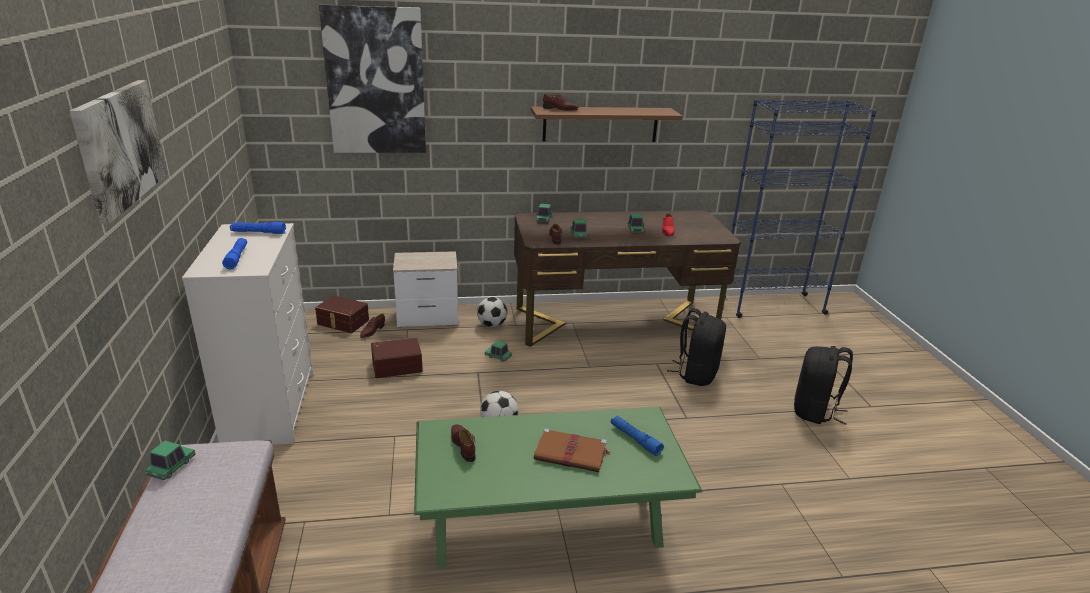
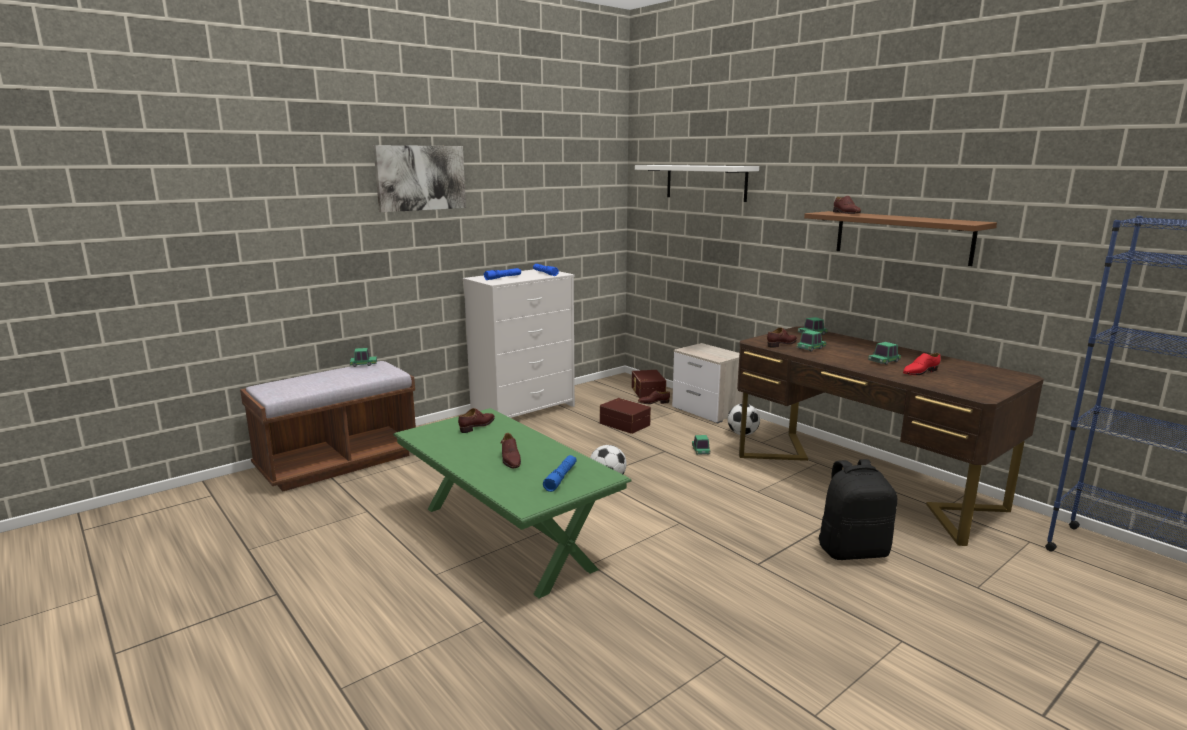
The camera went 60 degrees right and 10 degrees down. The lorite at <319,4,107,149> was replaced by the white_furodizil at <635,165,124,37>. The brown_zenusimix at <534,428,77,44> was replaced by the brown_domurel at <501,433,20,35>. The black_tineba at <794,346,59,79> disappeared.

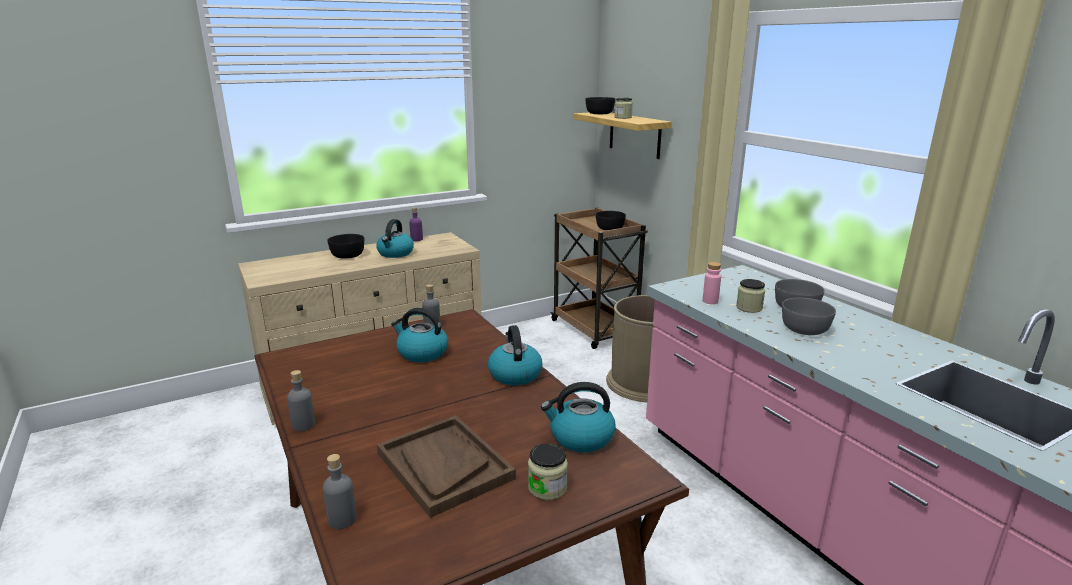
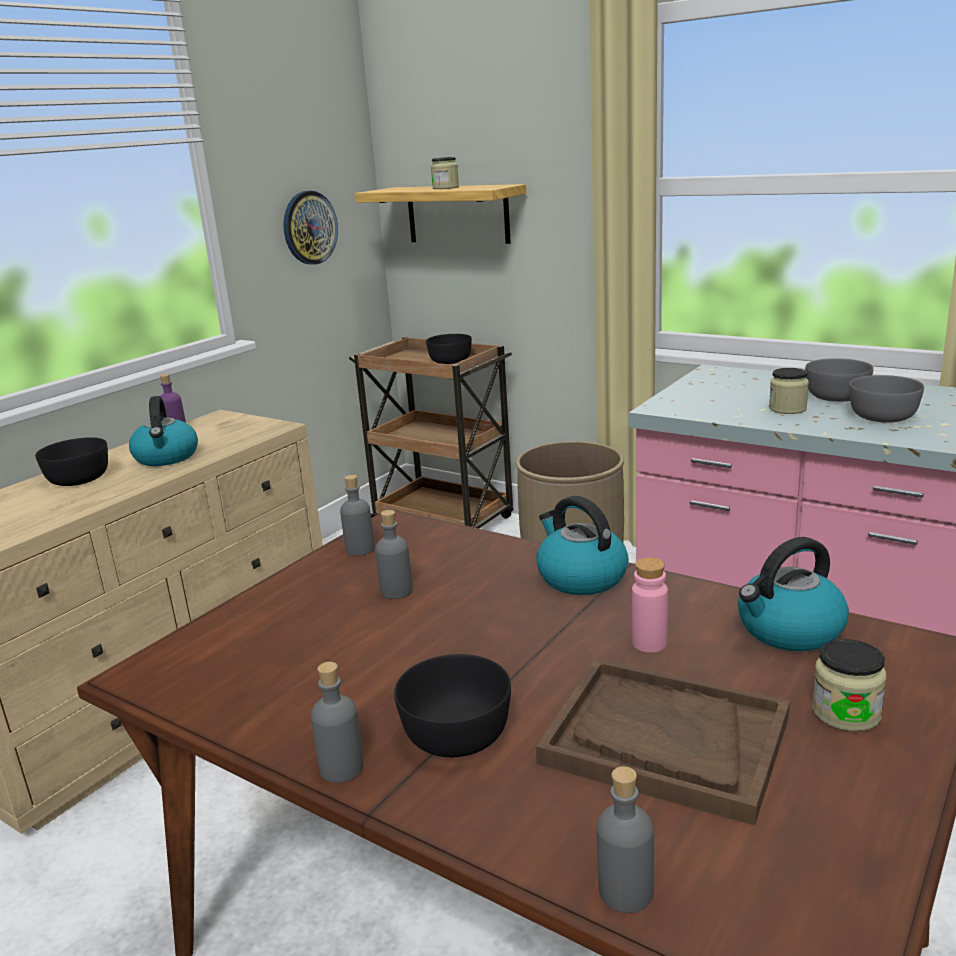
The camera went 25 degrees left and 0 degrees up. The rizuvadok at <391,308,57,54> was replaced by the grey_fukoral at <375,510,38,89>. The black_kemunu moved from <585,97,30,17> to <394,654,117,103>. The pink_fukoral moved from <703,262,18,42> to <632,557,36,96>. The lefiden at <283,191,55,74> appeared.

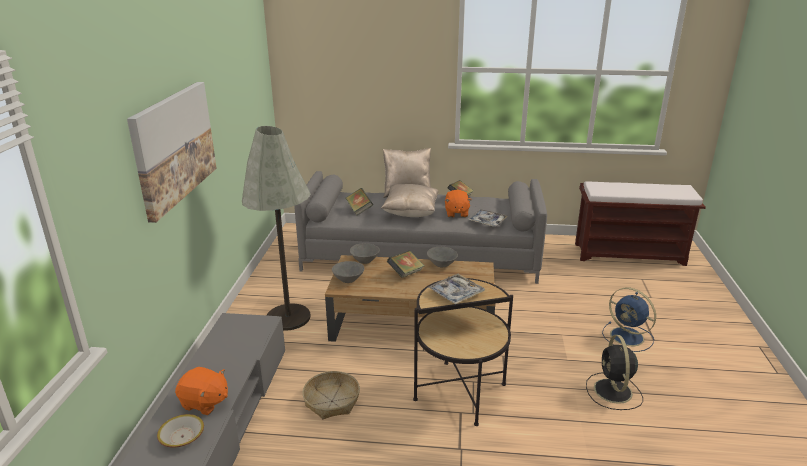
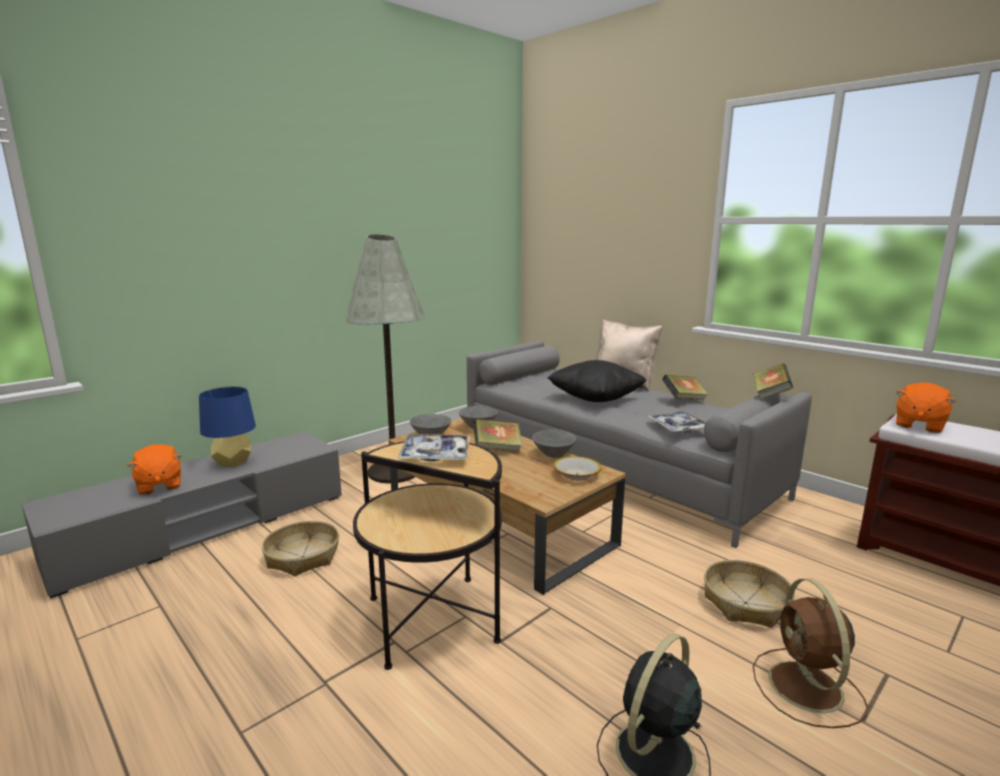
The camera went 40 degrees right and 10 degrees down. The lorite at <127,82,90,141> disappeared. The kemunu moved from <157,414,47,34> to <553,456,49,24>. The zenusimix moved from <346,188,27,28> to <753,364,40,35>. The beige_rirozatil at <381,184,58,33> became the black_rirozatil at <547,360,99,42>. The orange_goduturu moved from <445,190,27,27> to <896,383,60,50>. The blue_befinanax at <602,287,54,65> became the brown_befinanax at <753,579,115,149>. The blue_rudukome at <199,386,57,81> appeared. The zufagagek at <704,560,91,68> appeared.

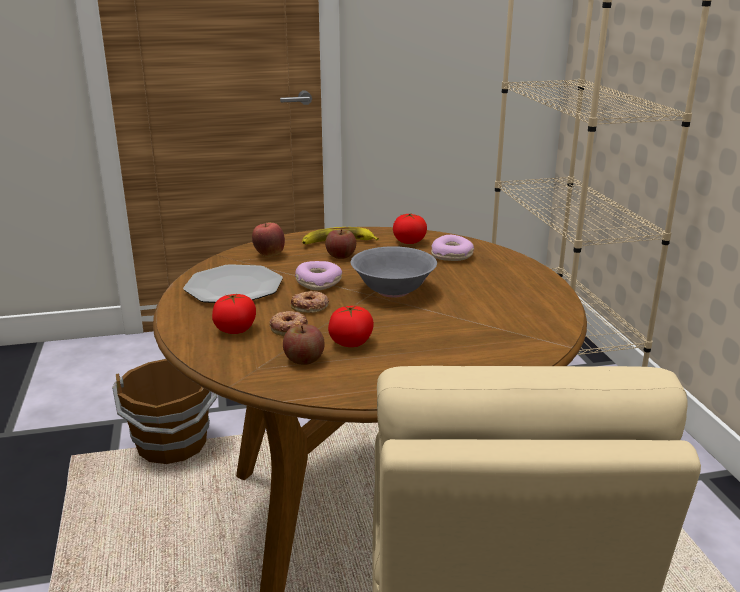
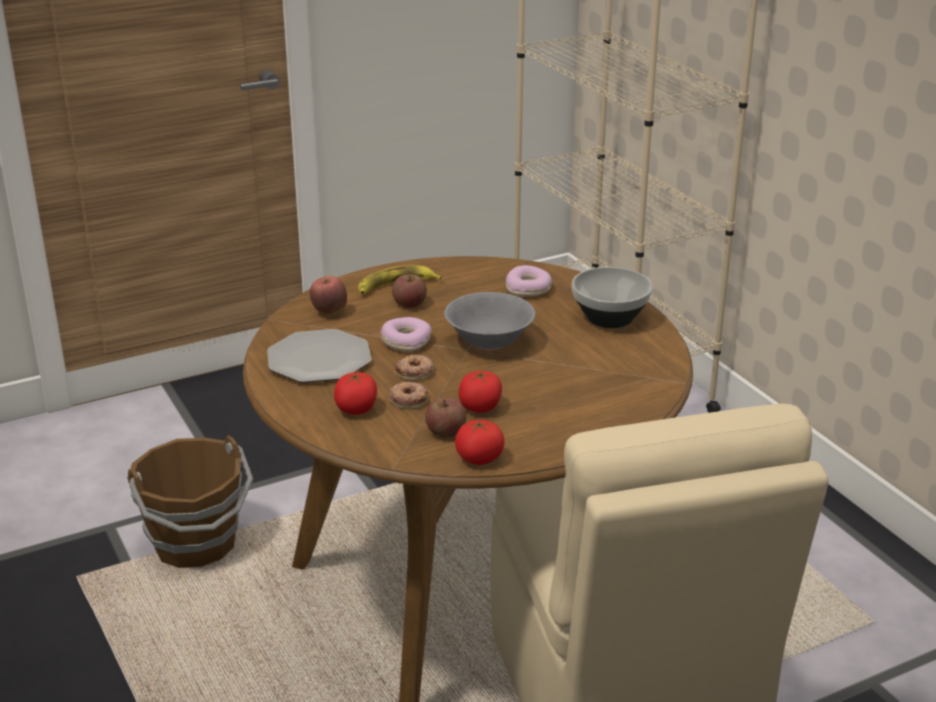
The camera went 15 degrees left and 5 degrees up. The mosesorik moved from <393,213,34,31> to <455,419,49,46>. The kemunu at <572,267,80,61> appeared.

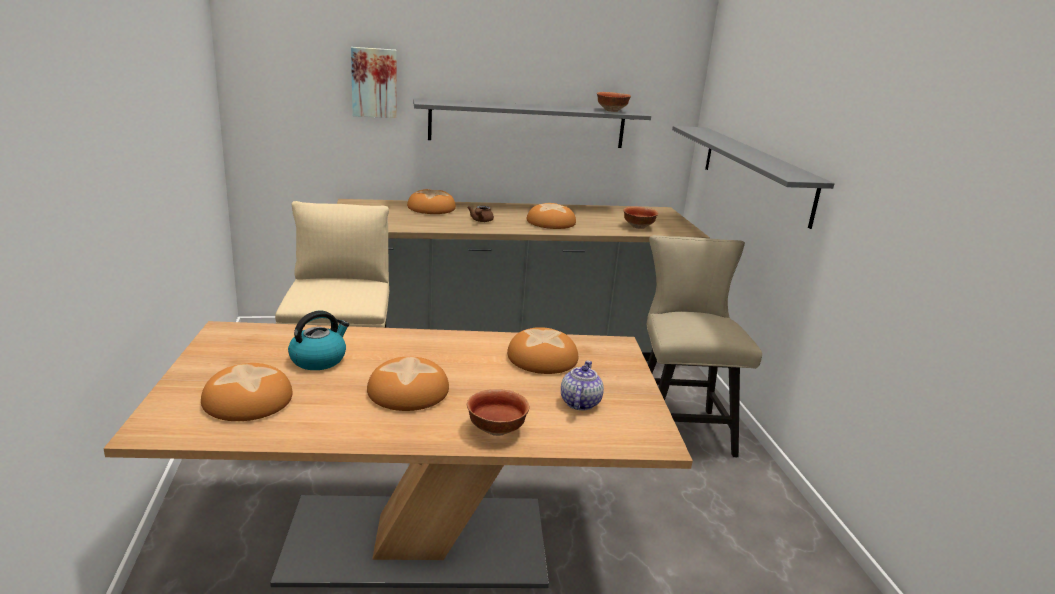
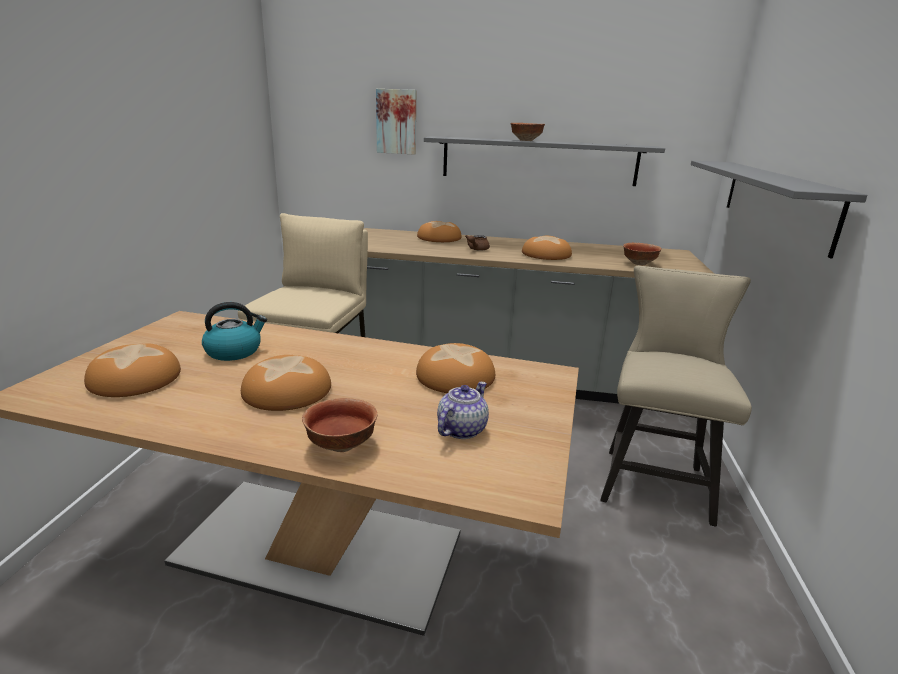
The camera went 20 degrees right and 0 degrees up. The kemunu moved from <597,92,34,20> to <511,123,34,18>.

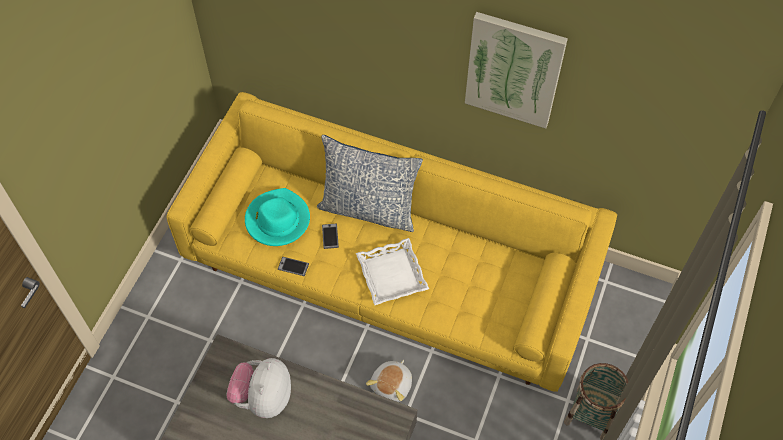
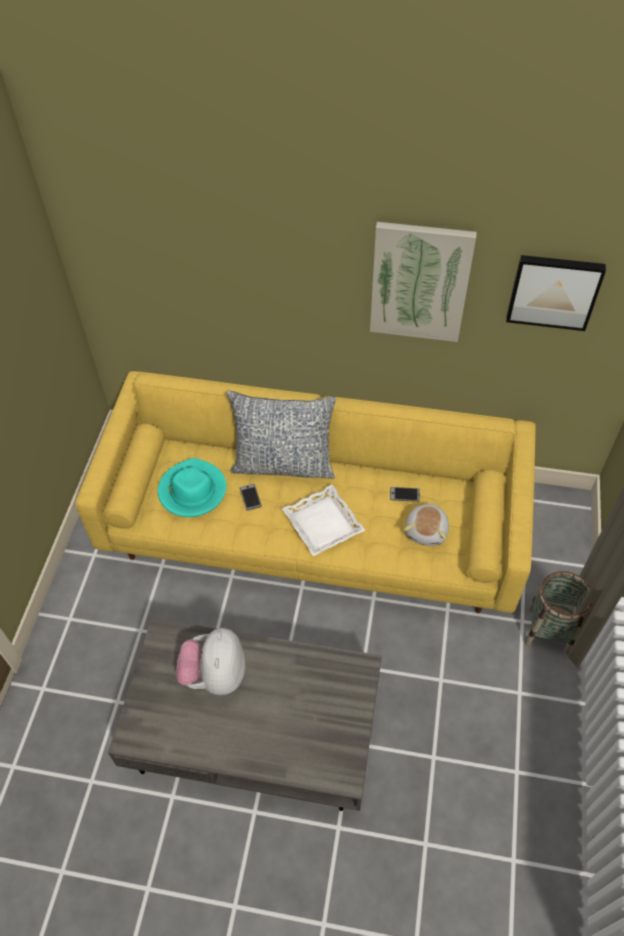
The camera went 10 degrees left and 5 degrees down. The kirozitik moved from <278,257,31,19> to <390,487,30,15>. The goduturu moved from <366,360,46,42> to <404,503,45,43>. The lorite at <506,255,100,76> appeared.

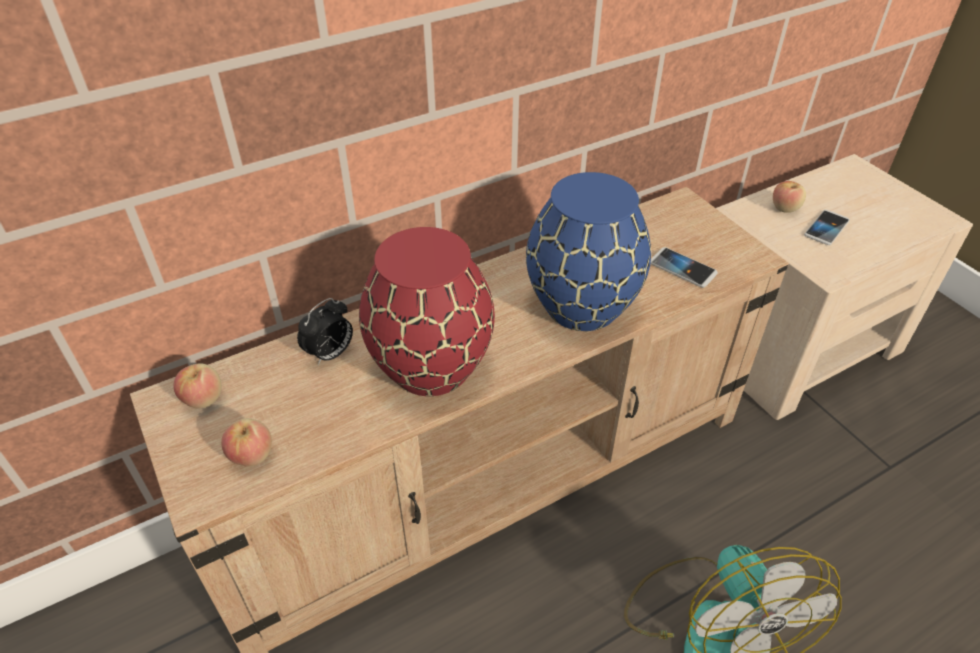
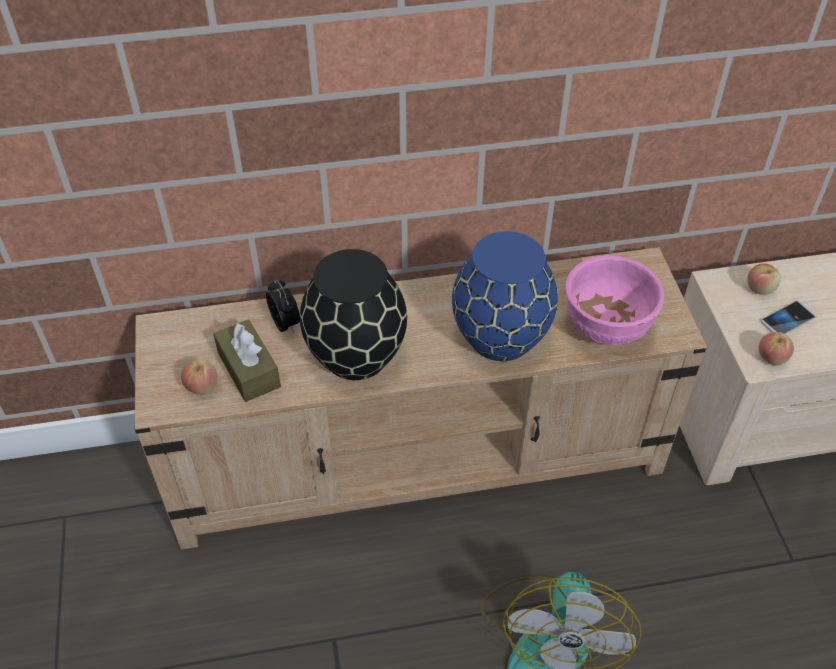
The camera went 20 degrees right and 5 degrees up. The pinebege moved from <174,363,48,46> to <759,332,35,34>. The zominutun at <297,298,56,67> turned 90 degrees counterclockwise. The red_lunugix at <359,227,136,169> became the black_lunugix at <300,249,107,131>. The kirozitik at <650,247,68,41> was replaced by the pink_kemunu at <565,255,99,90>. The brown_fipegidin at <213,320,68,82> appeared.

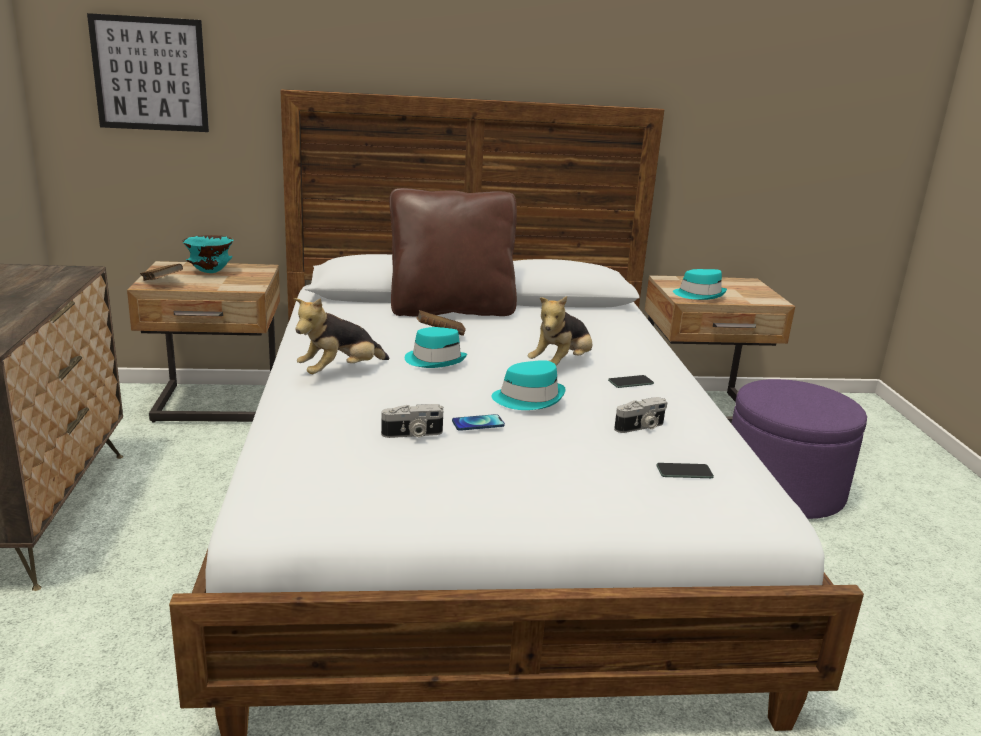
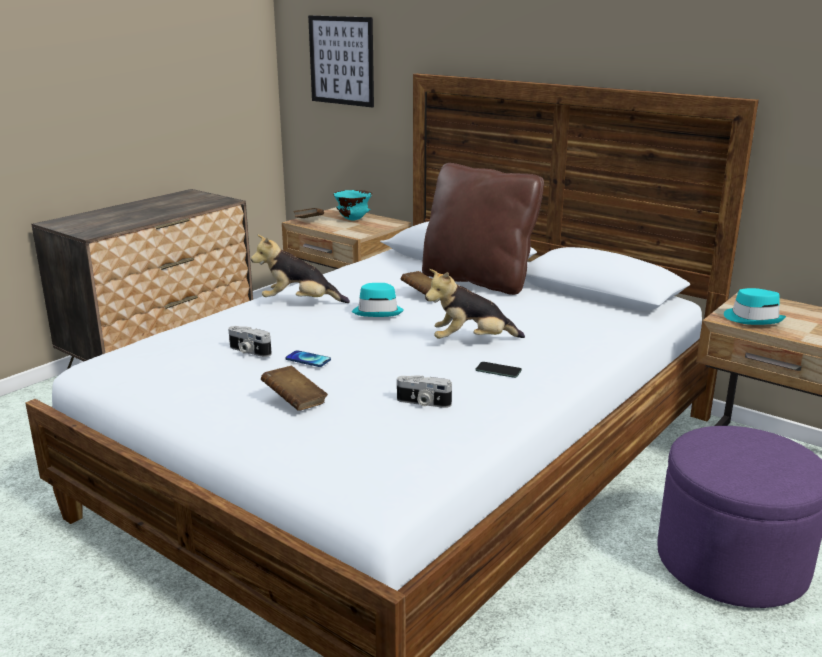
The camera went 45 degrees right and 0 degrees up. The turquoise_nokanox at <491,360,75,50> disappeared. The kirozitik at <656,463,58,15> disappeared. The brown_zenusimix at <261,366,67,45> appeared.

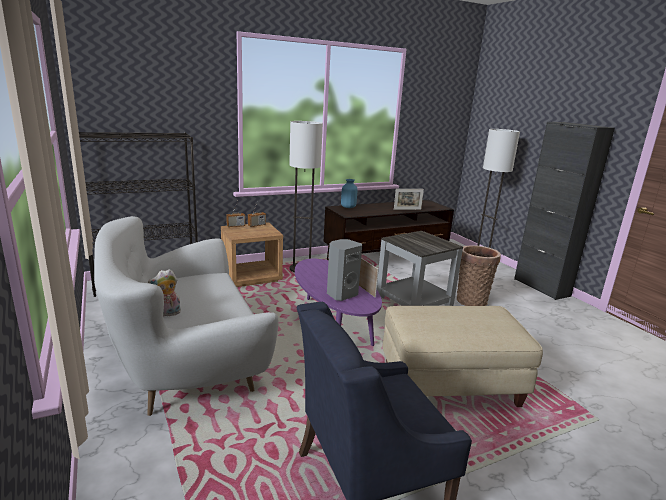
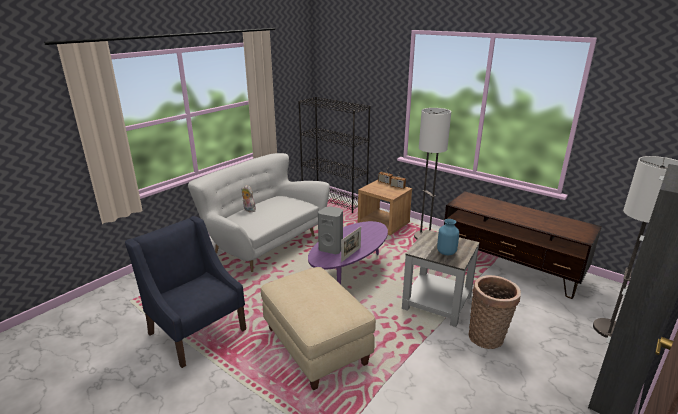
The camera went 65 degrees right and 5 degrees up. The blue_lunugix moved from <341,179,17,29> to <437,219,22,36>. The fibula at <394,189,30,21> disappeared.

